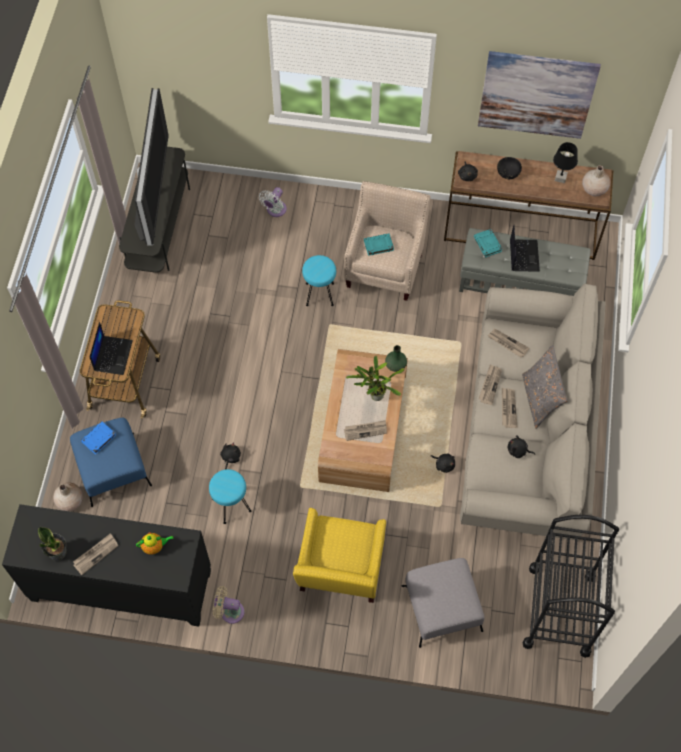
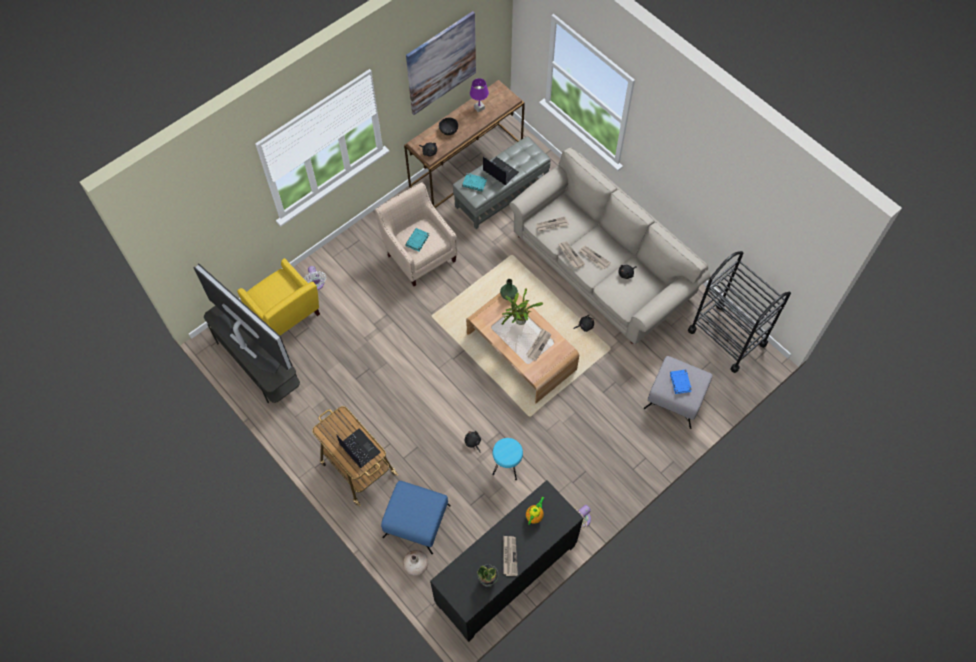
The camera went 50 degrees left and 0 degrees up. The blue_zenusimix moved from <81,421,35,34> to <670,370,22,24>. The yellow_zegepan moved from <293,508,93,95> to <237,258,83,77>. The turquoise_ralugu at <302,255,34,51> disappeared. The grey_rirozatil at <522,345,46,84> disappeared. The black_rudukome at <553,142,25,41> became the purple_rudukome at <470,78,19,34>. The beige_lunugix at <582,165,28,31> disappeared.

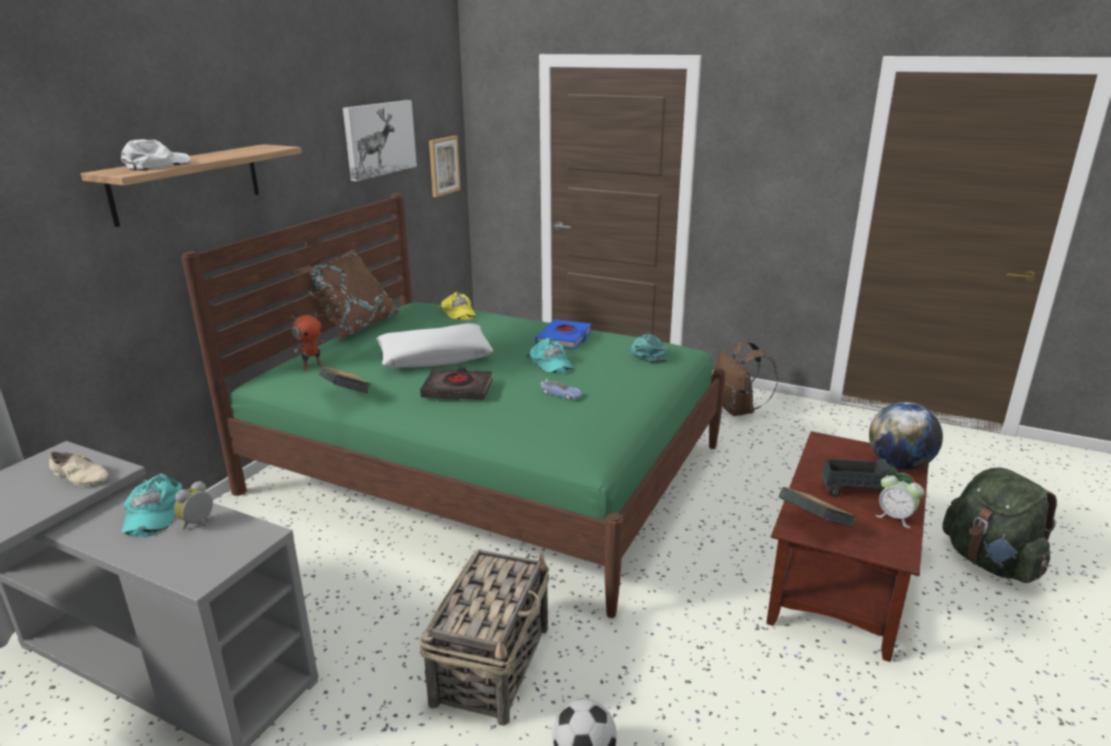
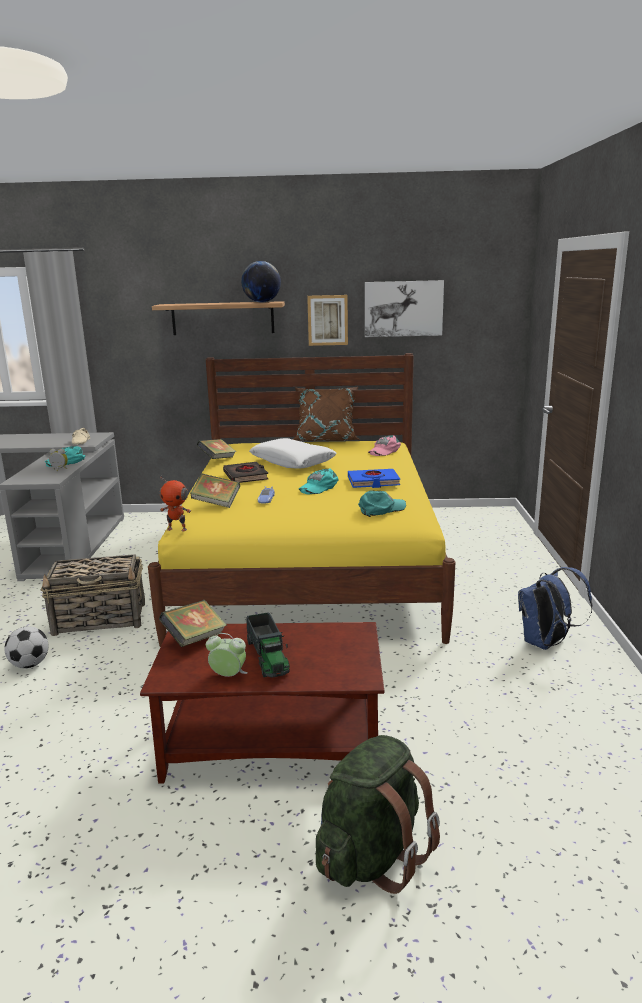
The camera went 65 degrees right and 5 degrees down. The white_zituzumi at <121,139,69,32> disappeared. The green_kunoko at <181,193,544,425> became the yellow_kunoko at <148,353,307,294>. The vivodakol moved from <290,315,34,55> to <159,475,32,56>. The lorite moved from <429,136,32,61> to <307,295,41,51>. The yellow_zituzumi at <439,292,37,28> became the pink_zituzumi at <368,435,33,21>. The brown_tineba at <716,341,62,75> became the blue_tineba at <518,567,75,83>. The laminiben moved from <869,402,74,68> to <241,261,40,42>. The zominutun at <875,473,49,55> turned 90 degrees clockwise. The zenusimix at <190,474,50,34> appeared.

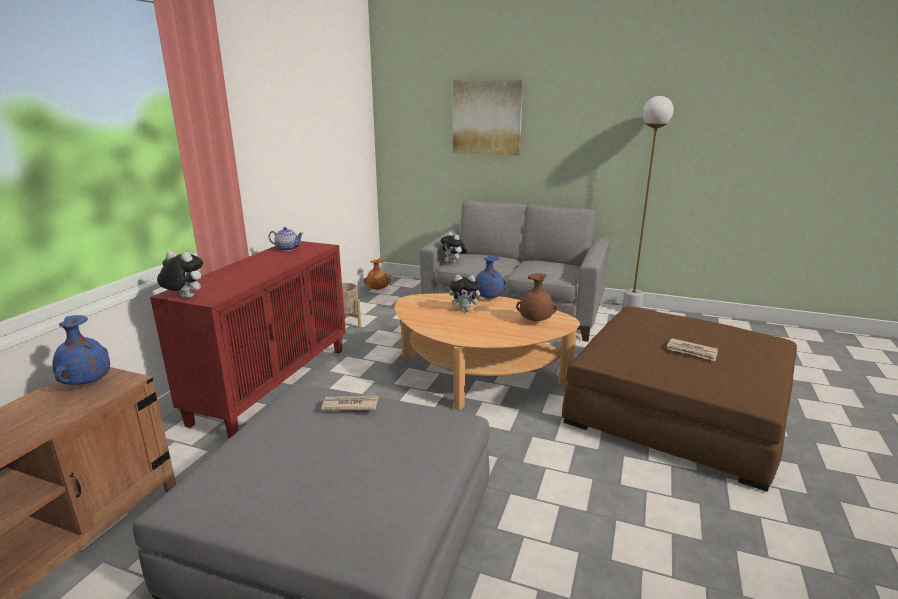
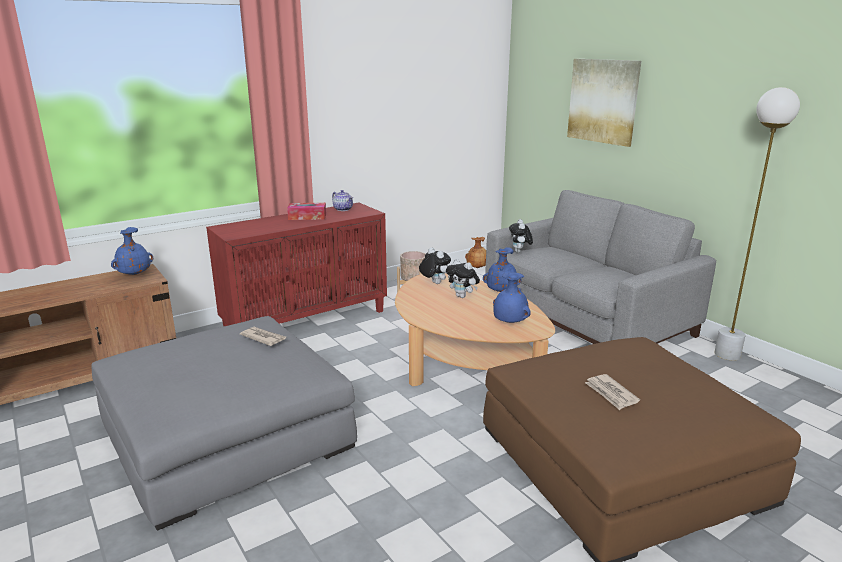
The camera went 35 degrees right and 0 degrees up. The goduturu moved from <157,251,46,47> to <419,247,32,37>. The brown_lunugix at <516,273,41,48> became the blue_lunugix at <493,272,38,51>. The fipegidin at <287,203,39,17> appeared.

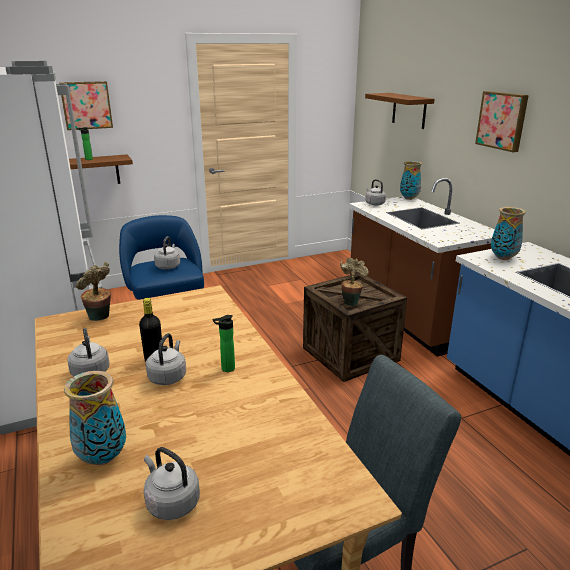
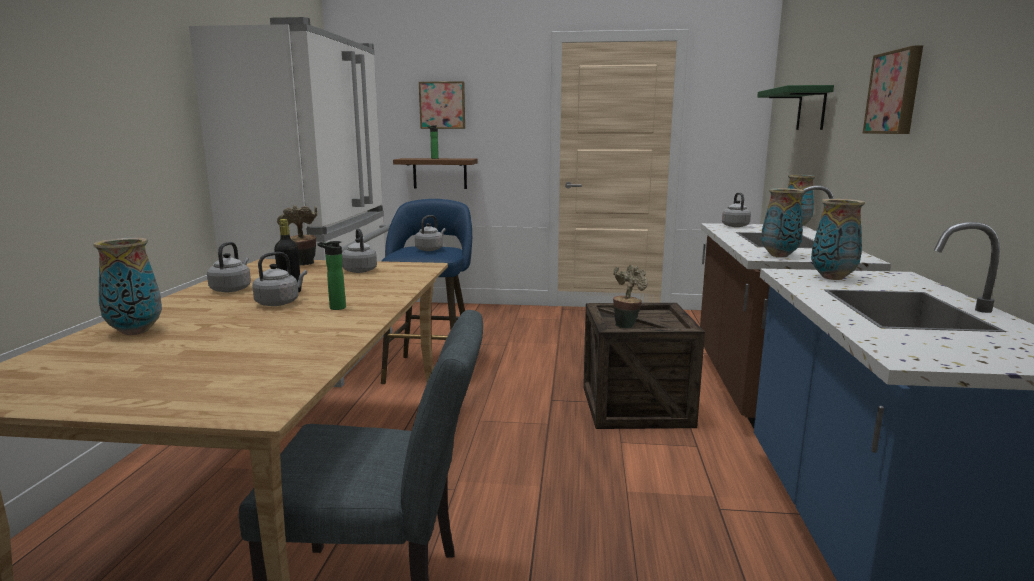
The camera went 30 degrees right and 10 degrees down. The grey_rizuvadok moved from <144,447,56,73> to <342,228,35,45>. The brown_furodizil at <365,93,70,36> became the green_furodizil at <757,85,77,45>. The lunugix at <761,188,43,69> appeared.

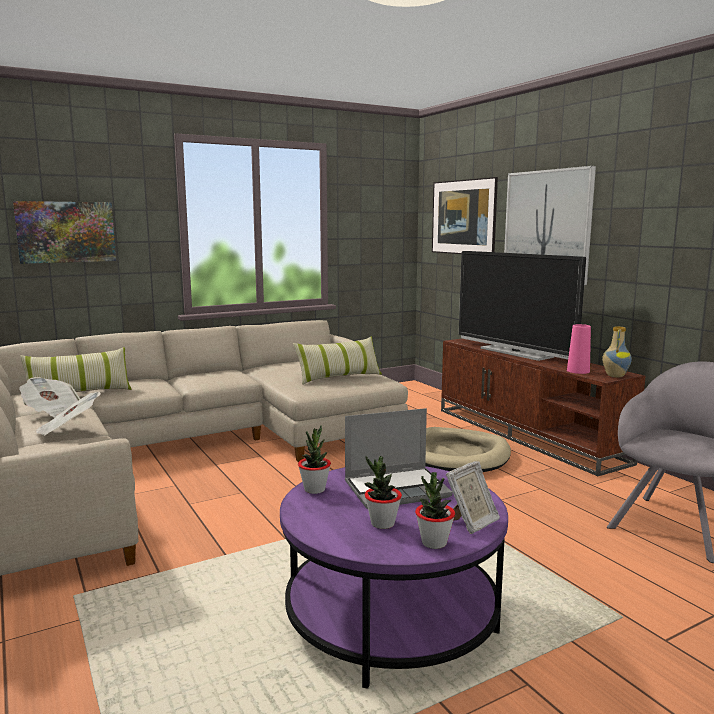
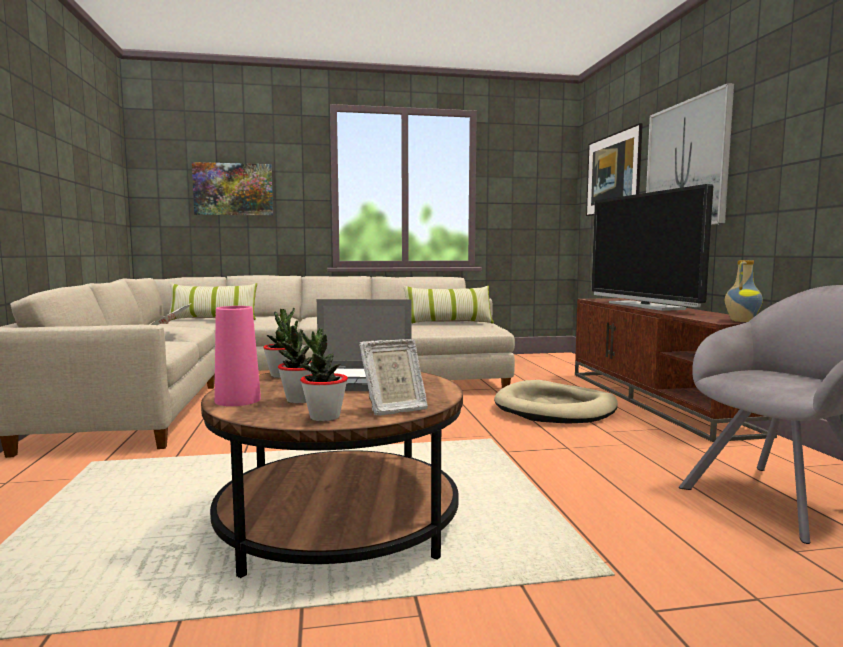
The camera went 20 degrees right and 5 degrees down. The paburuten at <19,377,61,41> disappeared. The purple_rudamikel at <280,466,228,223> became the brown_rudamikel at <201,372,262,206>. The pink_lunugix moved from <567,324,24,50> to <214,306,47,100>.

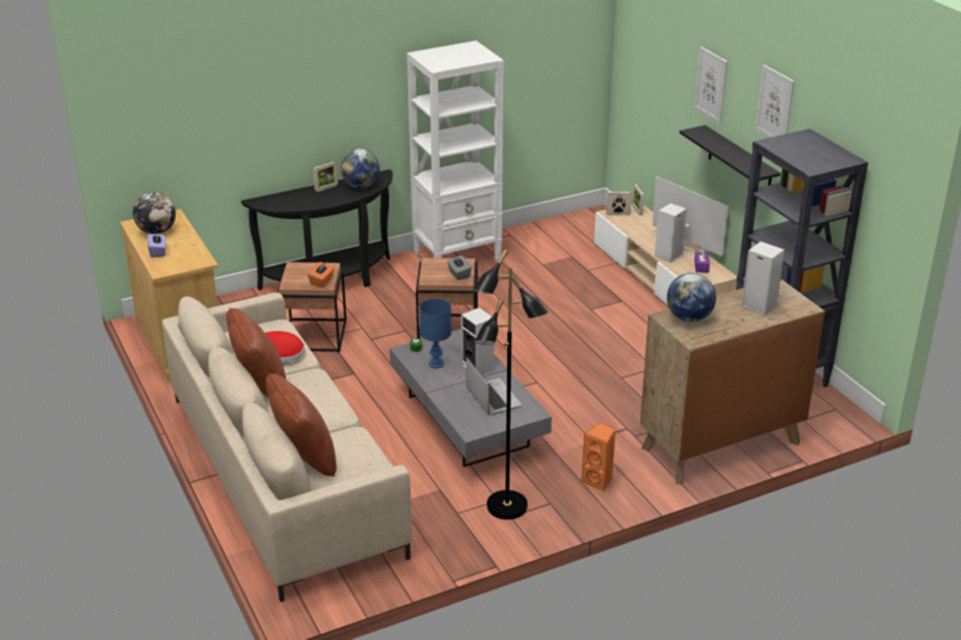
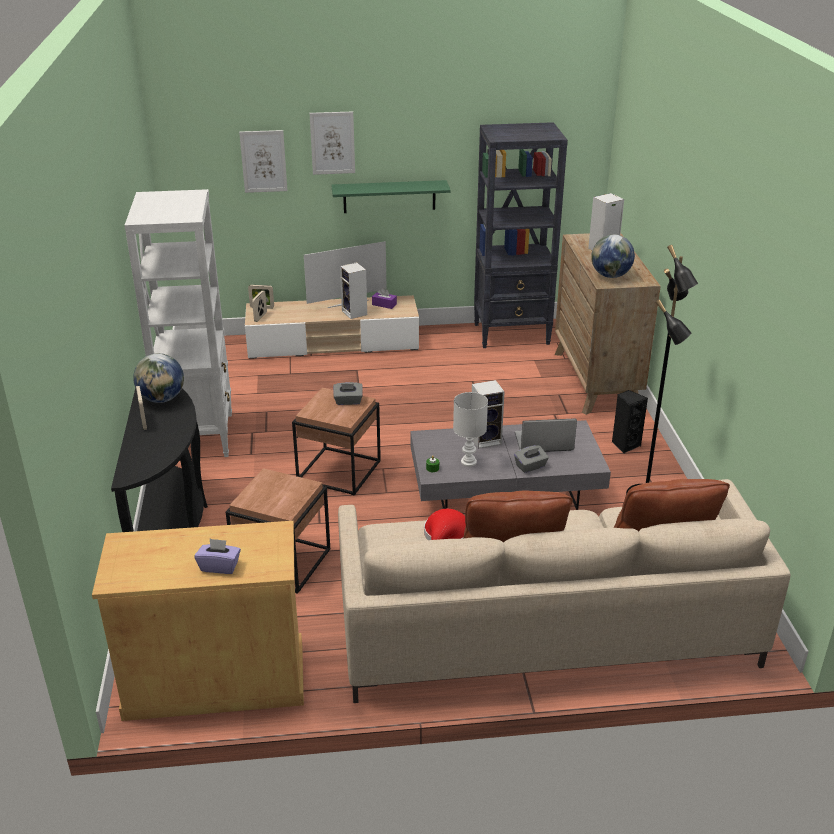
The camera went 70 degrees left and 0 degrees up. The laminiben at <132,192,44,42> disappeared. The orange_fipegidin at <308,262,26,25> disappeared. The blue_rudukome at <419,299,33,69> became the white_rudukome at <453,392,35,75>. The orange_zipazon at <581,422,35,70> became the black_zipazon at <612,390,36,63>. The black_furodizil at <679,125,102,60> became the green_furodizil at <331,180,120,33>. The lorite moved from <755,65,40,73> to <239,130,48,63>. The grey_fipegidin at <514,445,35,28> appeared.

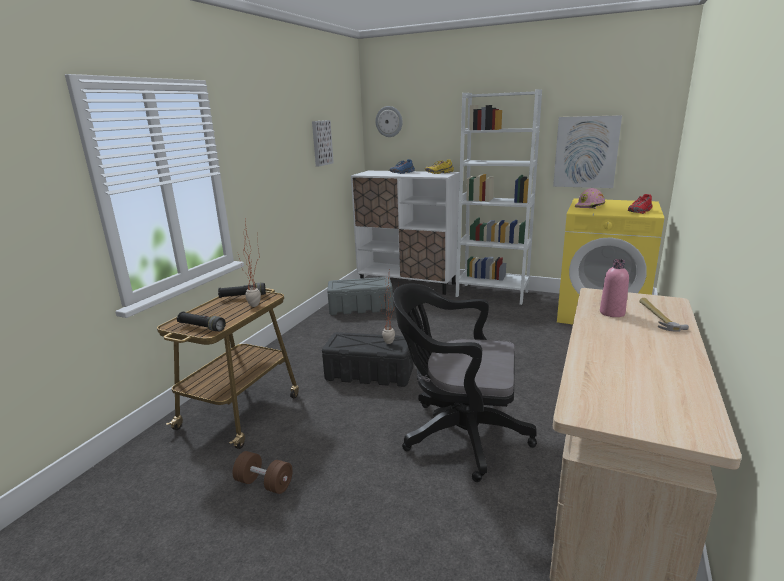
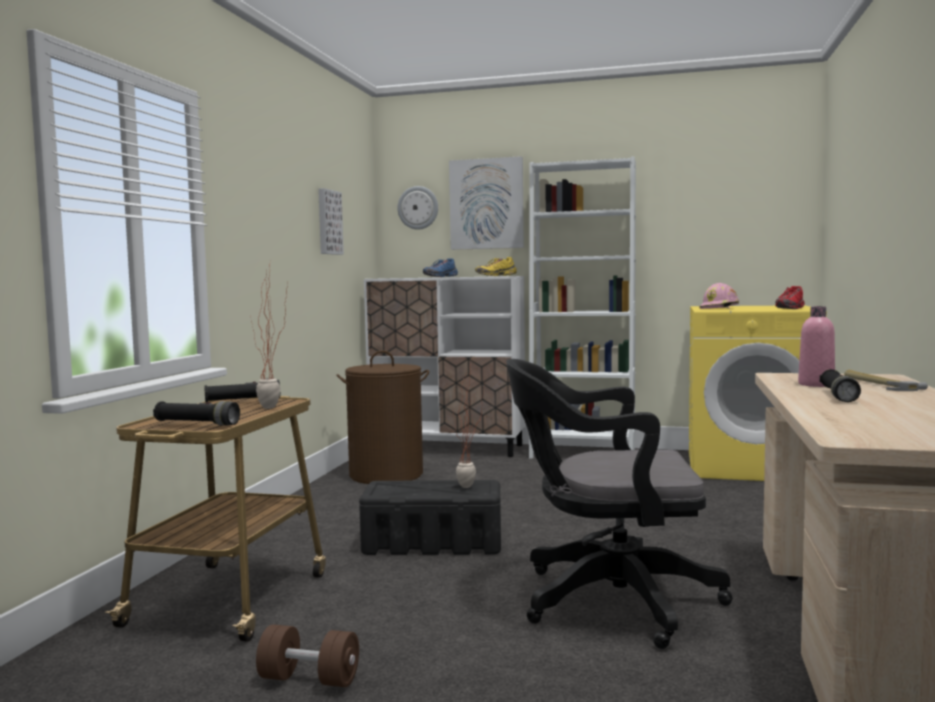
The camera went 10 degrees left and 15 degrees down. The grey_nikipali at <327,277,66,38> was replaced by the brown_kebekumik at <336,350,93,134>. The lorite moved from <553,115,69,73> to <449,156,75,94>. The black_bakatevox at <820,369,41,33> appeared.

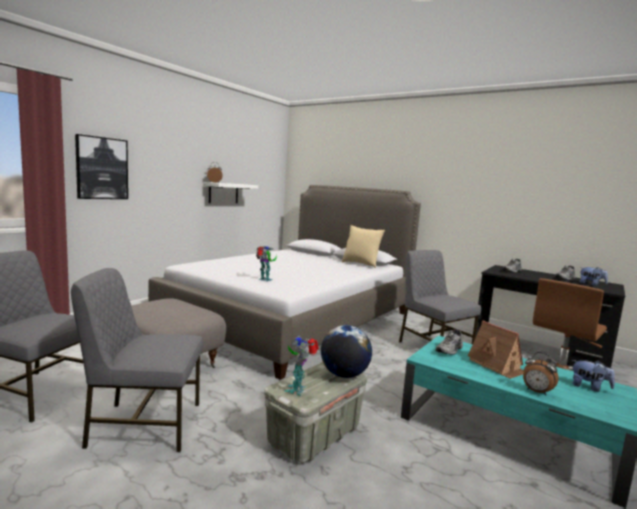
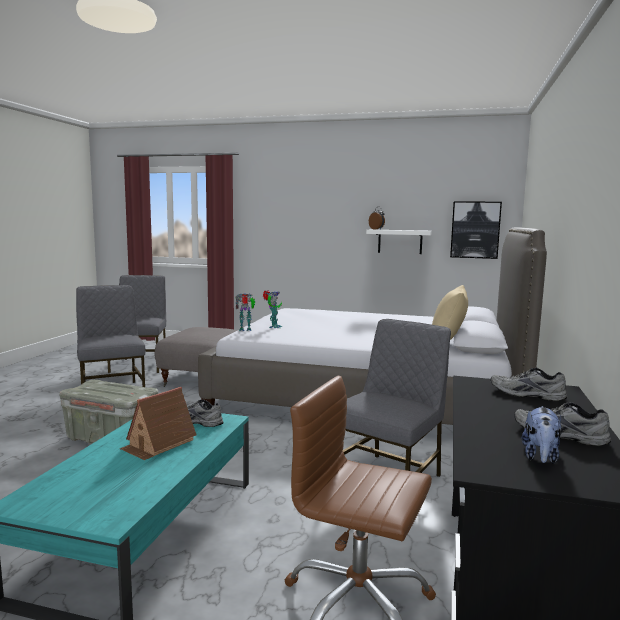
The camera went 70 degrees right and 0 degrees up. The lorite moved from <75,134,53,65> to <450,201,52,58>. The vivodakol moved from <285,336,34,60> to <235,294,20,37>. The laminiben at <321,325,51,53> disappeared. The zominutun at <523,352,36,44> disappeared. The goduturu at <571,360,44,32> disappeared.

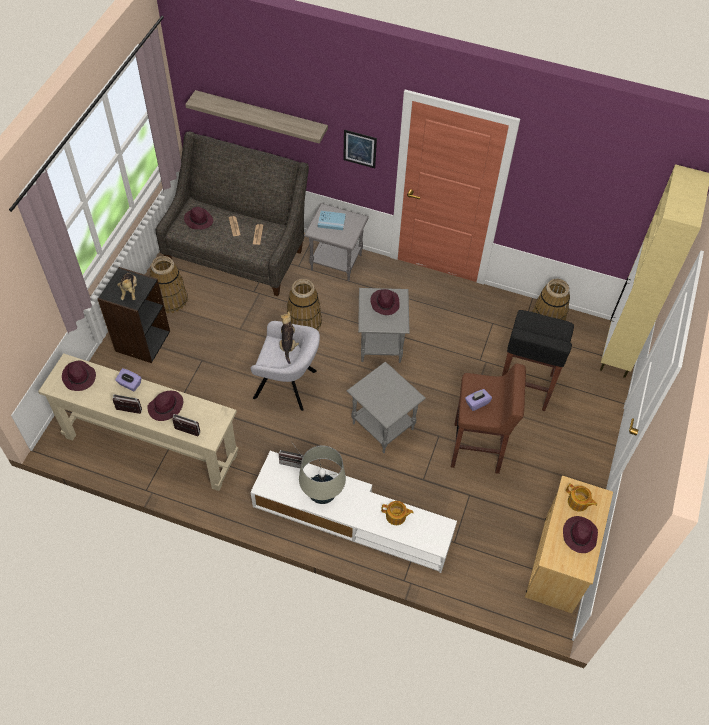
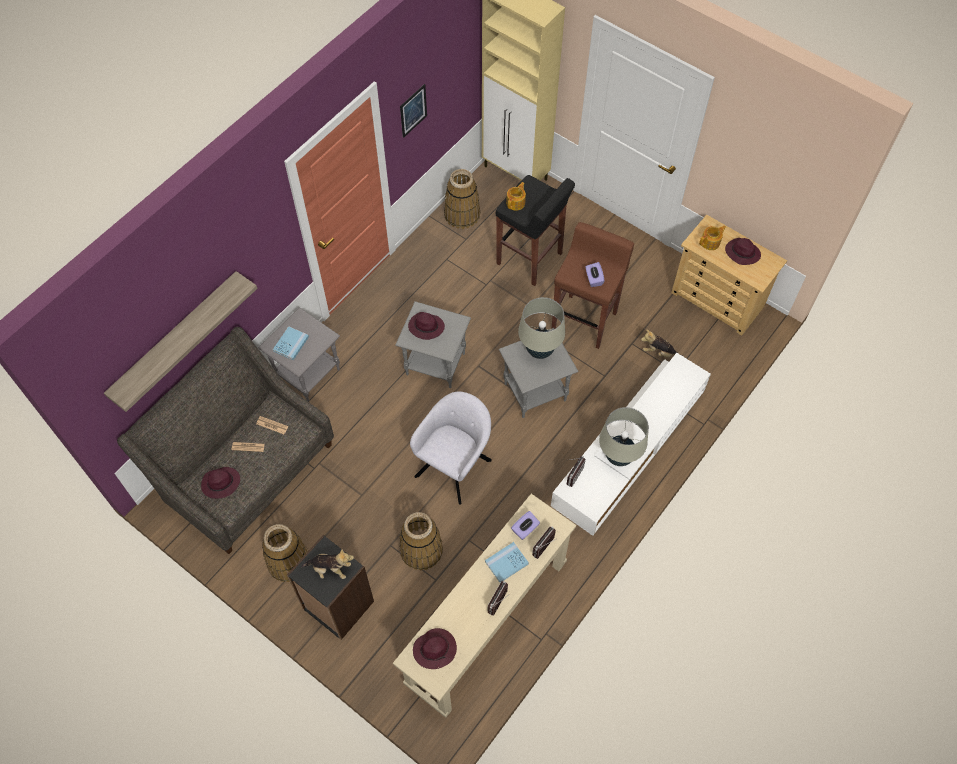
The camera went 70 degrees left and 5 degrees up. The purple_fipegidin moved from <115,368,26,23> to <511,511,29,29>. The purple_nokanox at <147,391,36,30> was replaced by the blue_zenusimix at <485,542,44,41>. The goduturu moved from <280,311,19,53> to <641,329,36,29>. The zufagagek moved from <287,279,35,51> to <399,512,44,58>. The lorite moved from <343,130,34,38> to <400,84,27,54>. The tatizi moved from <381,501,33,24> to <506,182,20,29>. The beige_rudukome at <518,297,47,62> appeared.

